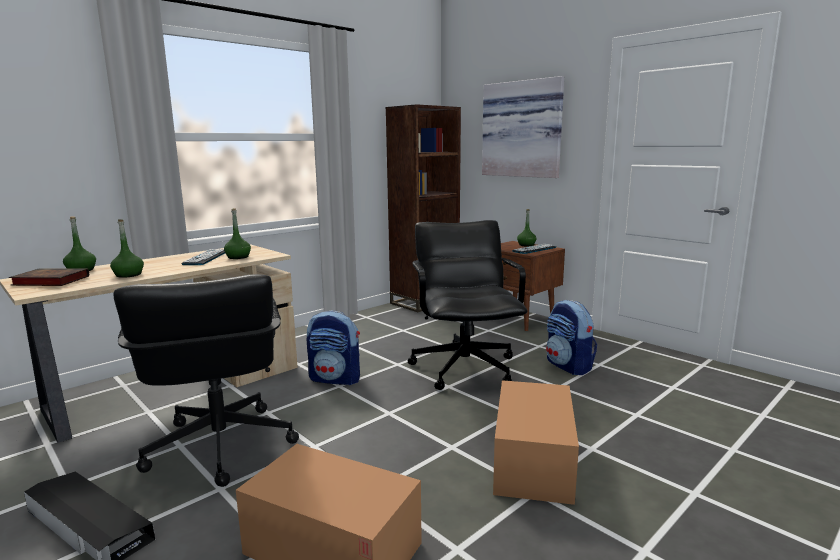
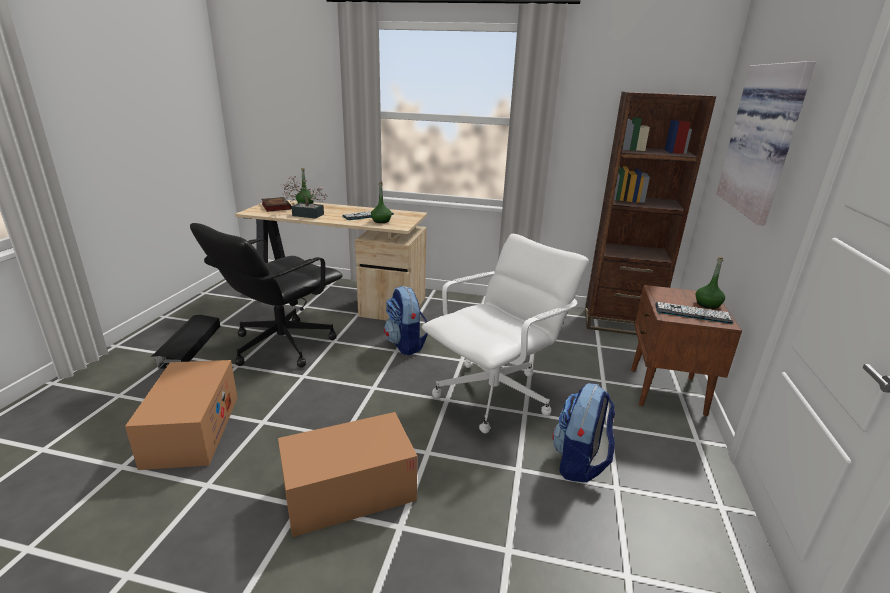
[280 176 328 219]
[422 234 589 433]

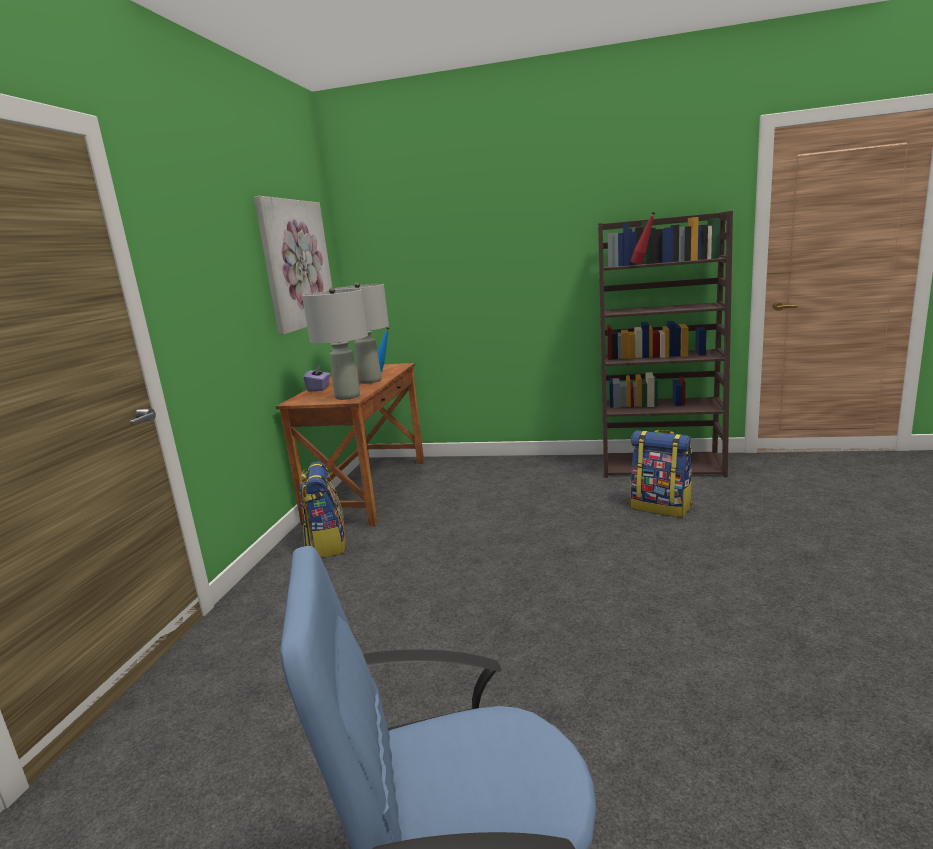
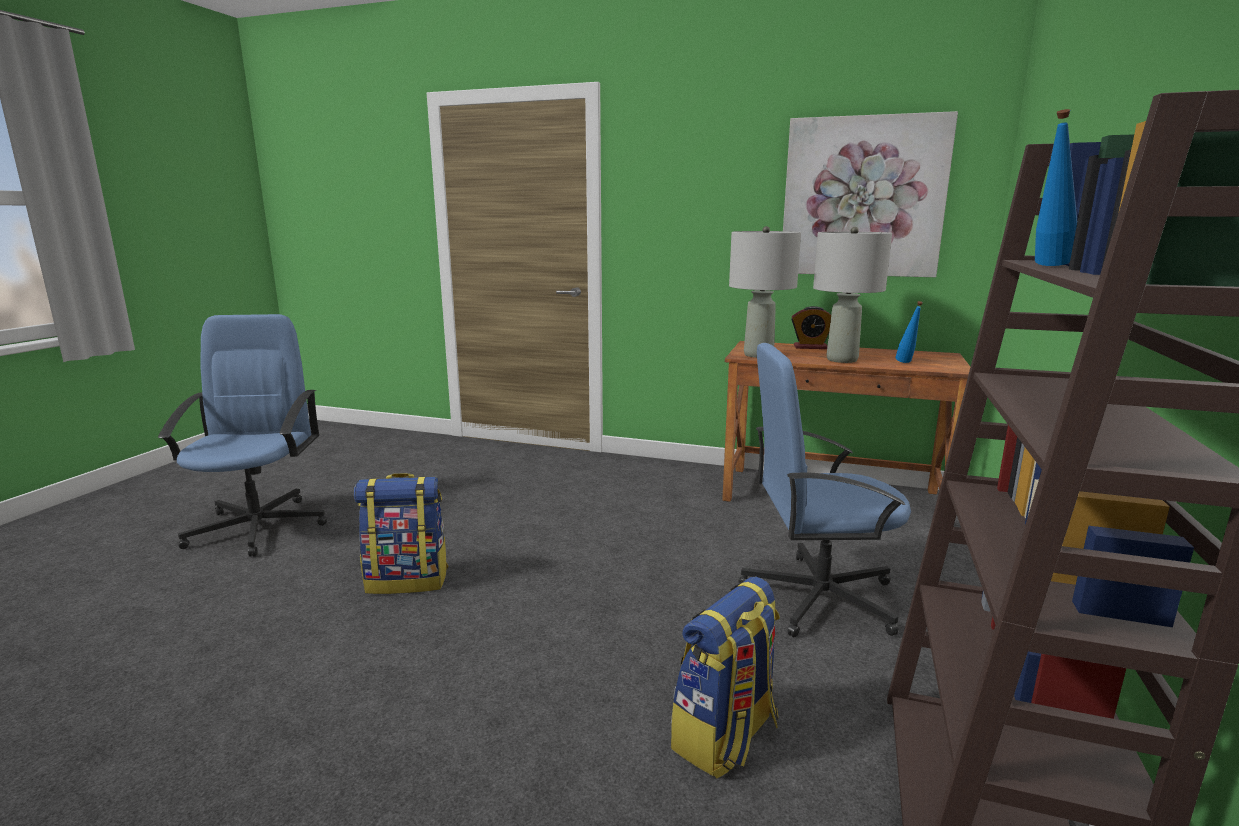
[1035 109 1077 266]
[791 306 831 349]
[354 473 448 594]
[738 343 911 637]

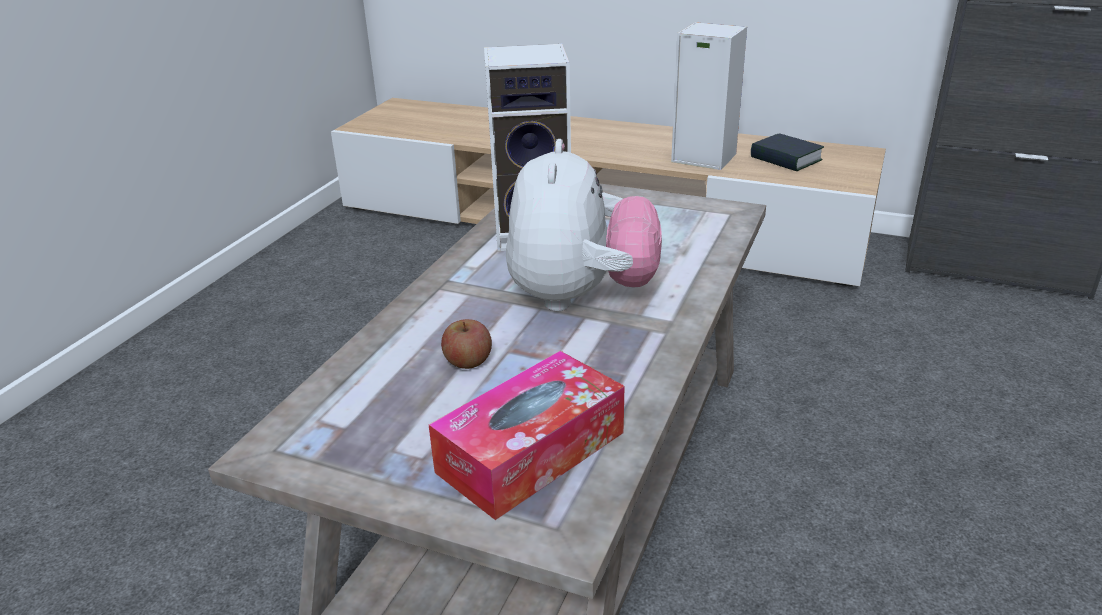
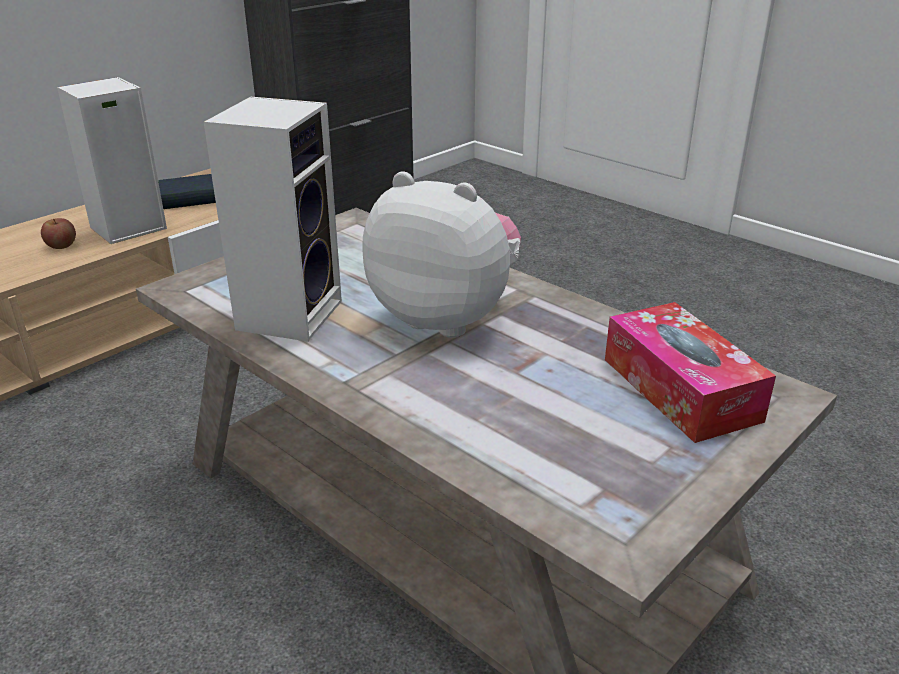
[41 218 76 249]

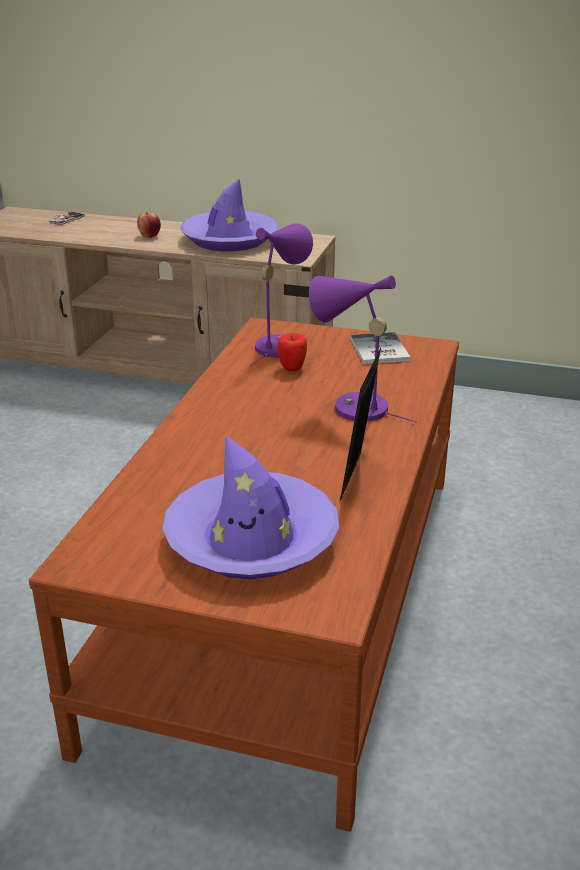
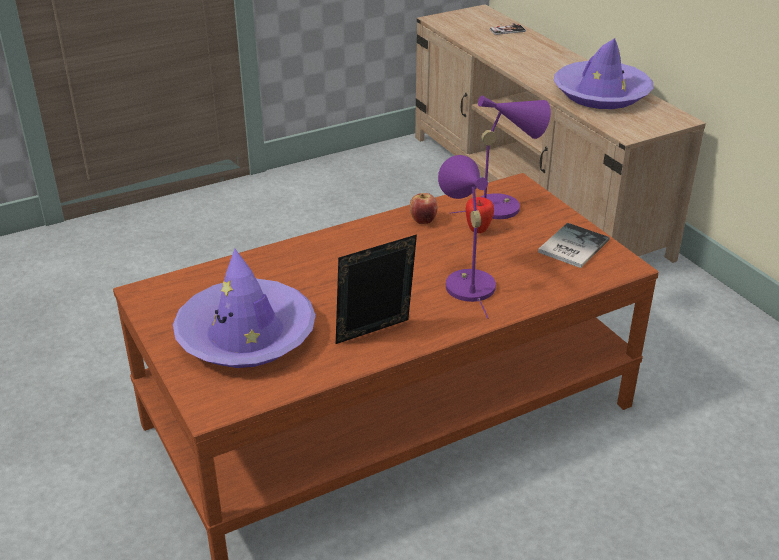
[410 193 438 224]

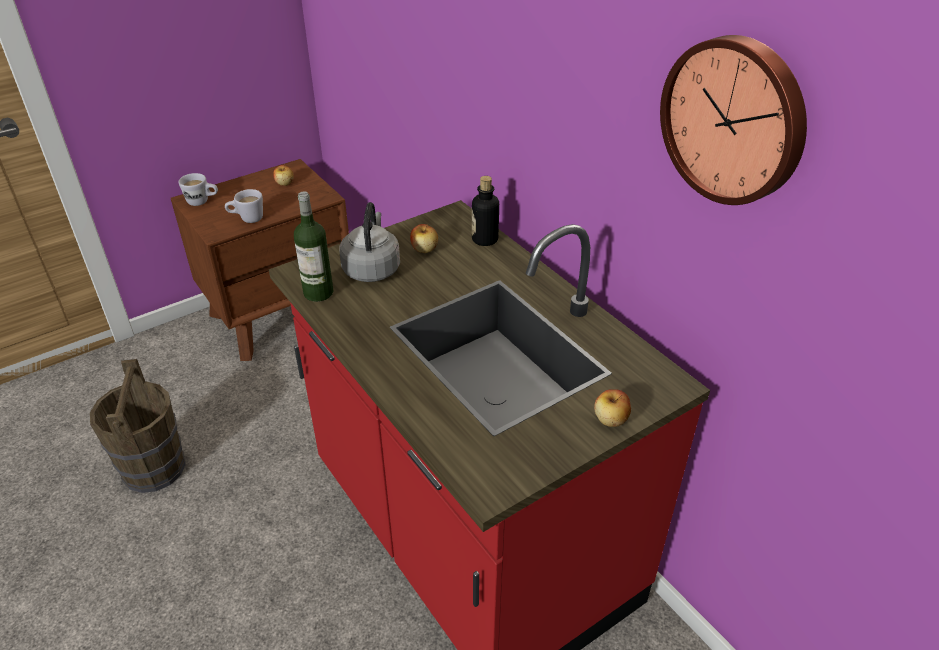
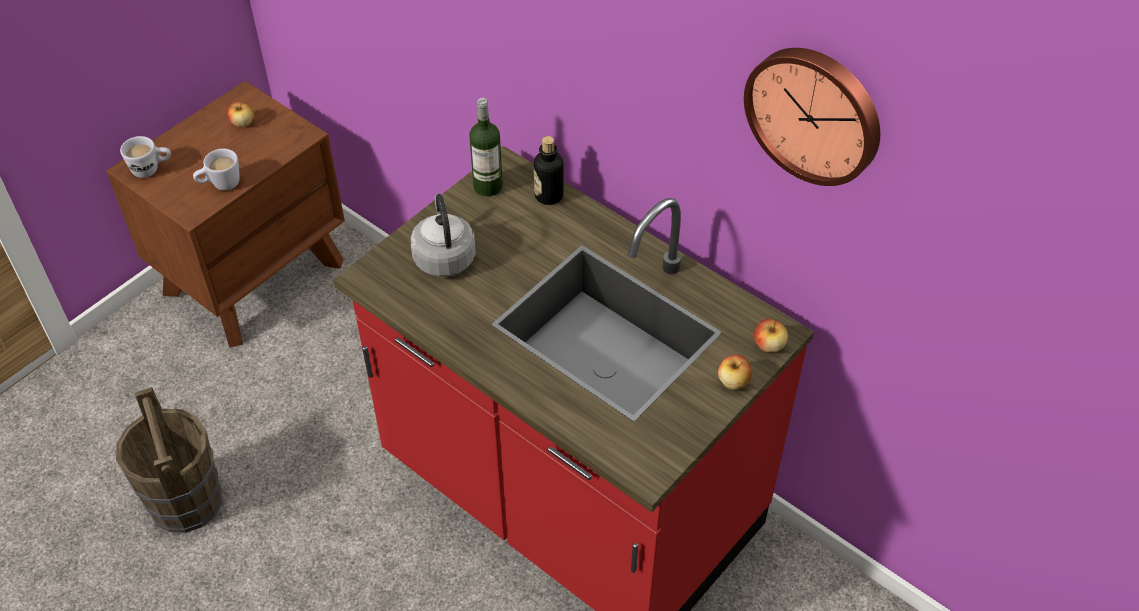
[469 98 503 196]
[754 319 788 352]

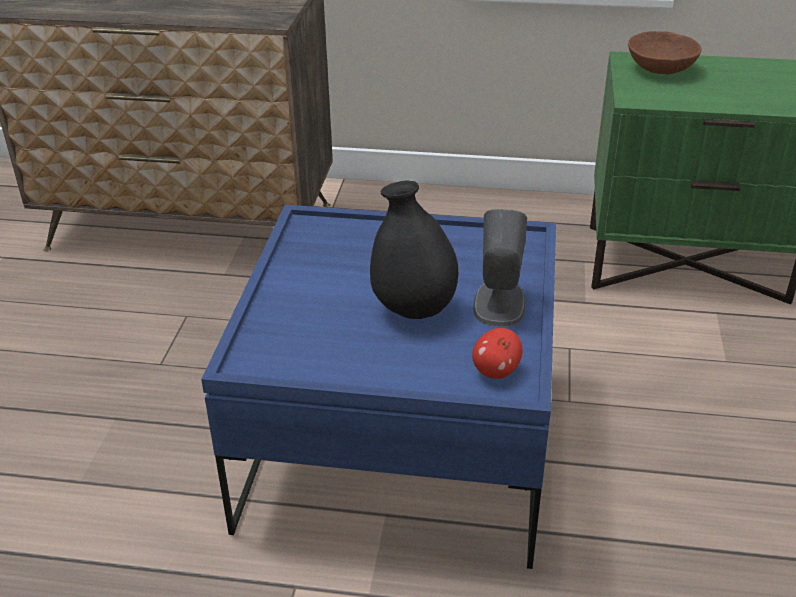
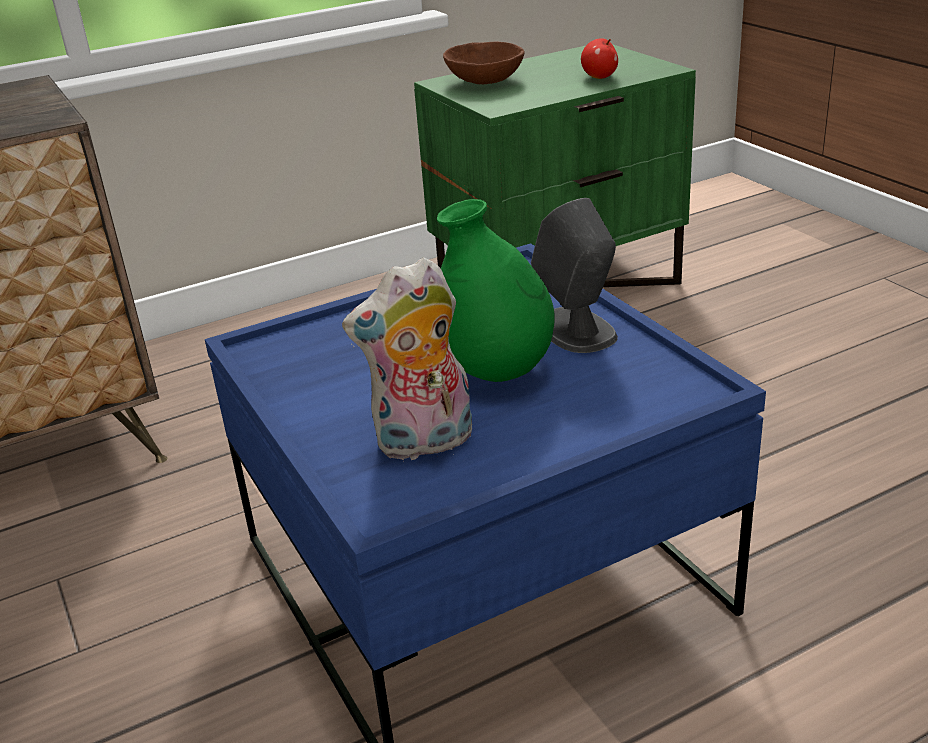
[437 199 555 382]
[581 38 618 79]
[342 257 472 462]

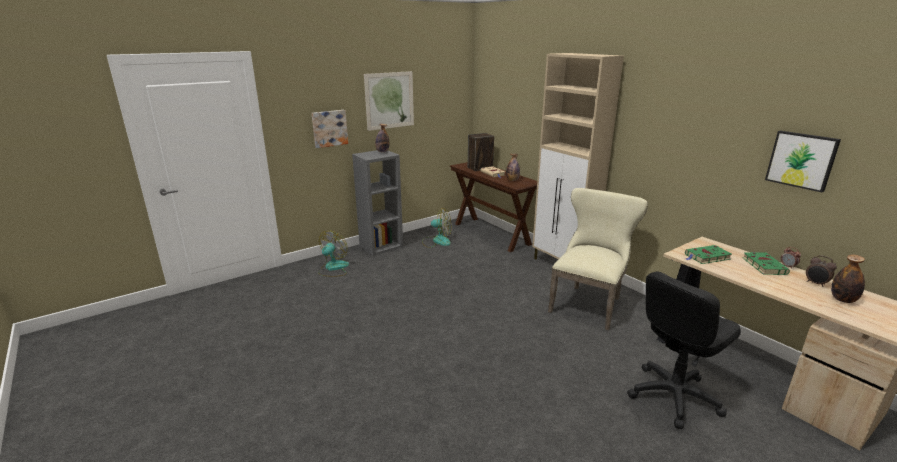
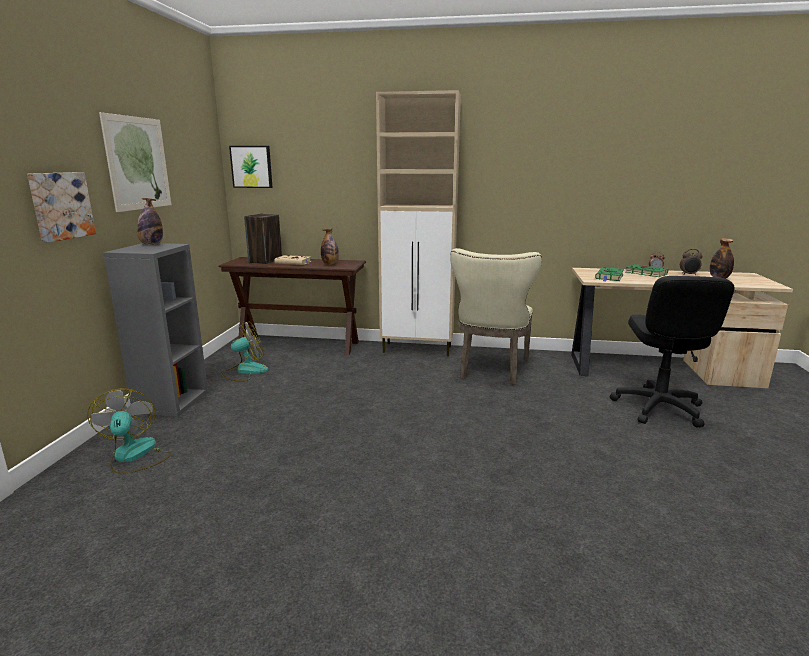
[229 146 273 188]
[450 248 542 385]

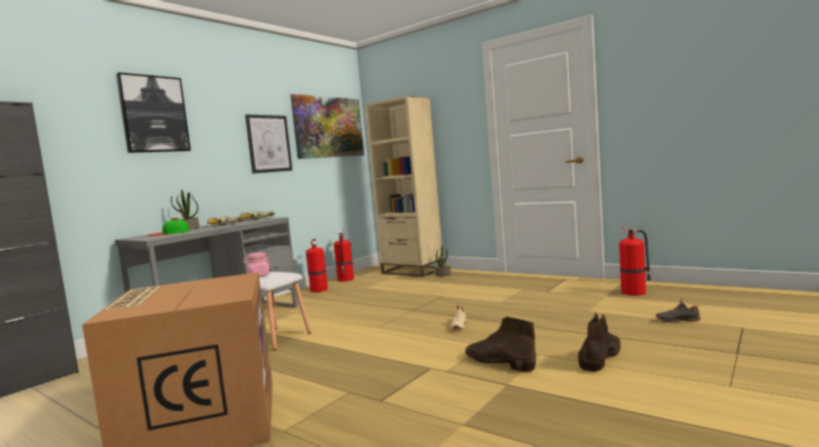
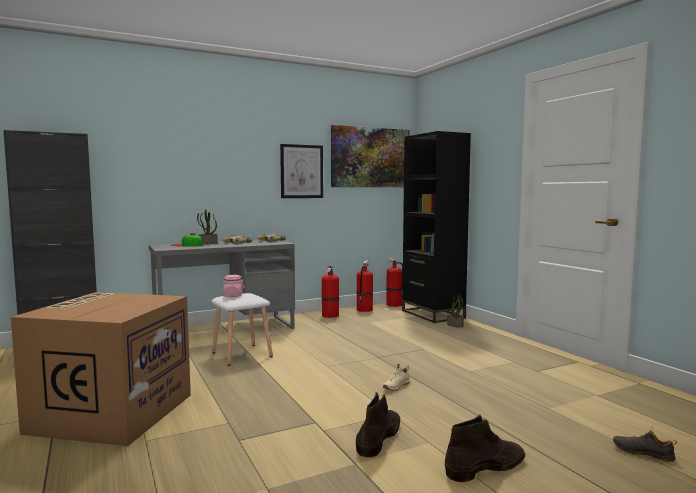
[116 72 191 153] (first image)
[402 131 471 323]
[386 258 403 307]
[356 392 400 457]

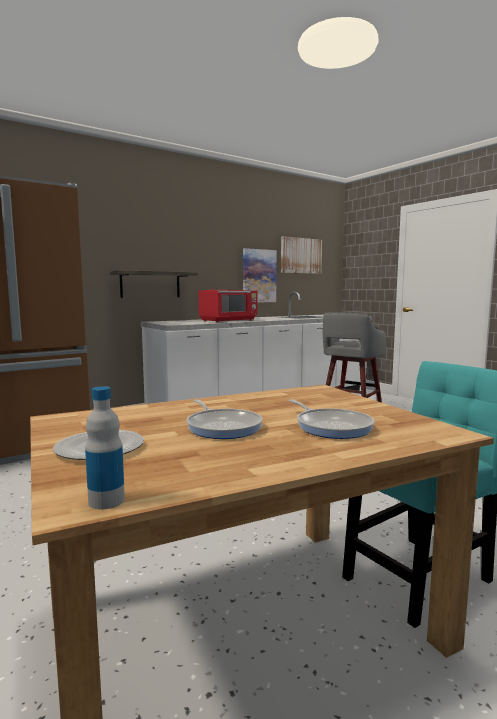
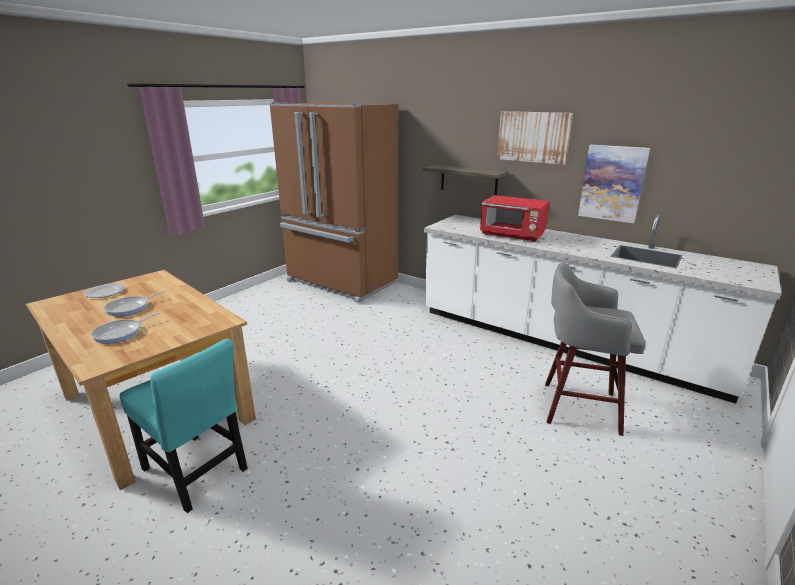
[497 111 573 165]
[85 386 125 509] (first image)

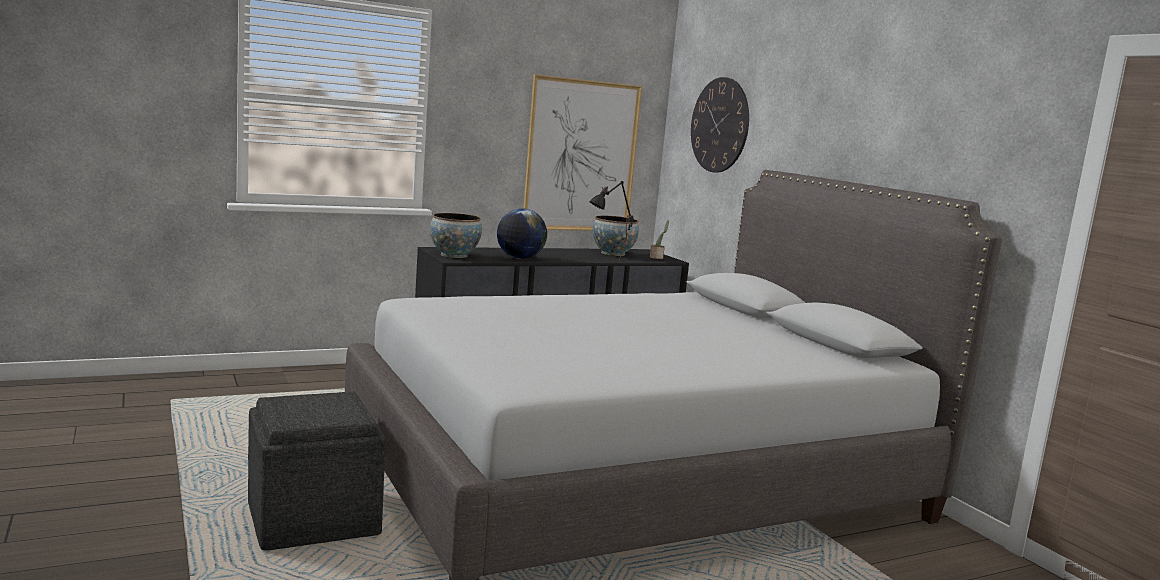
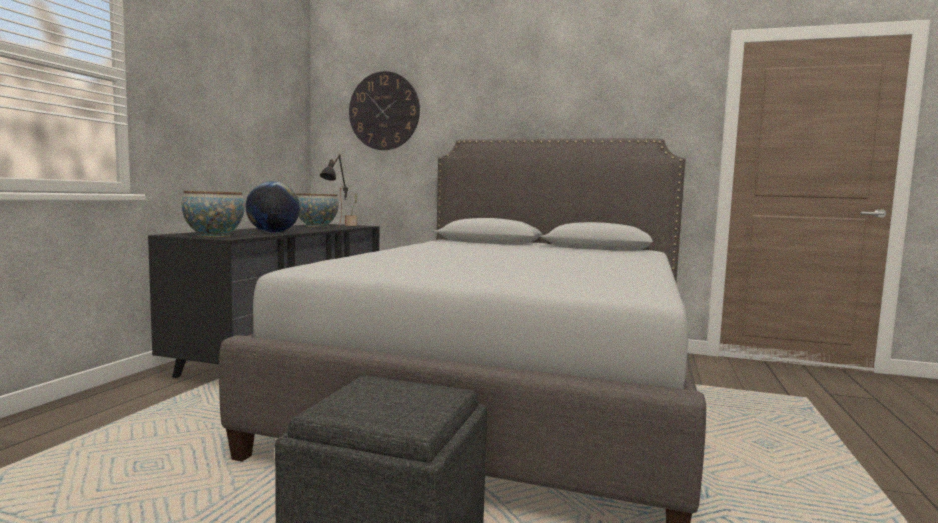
[523 74 642 231] (first image)

